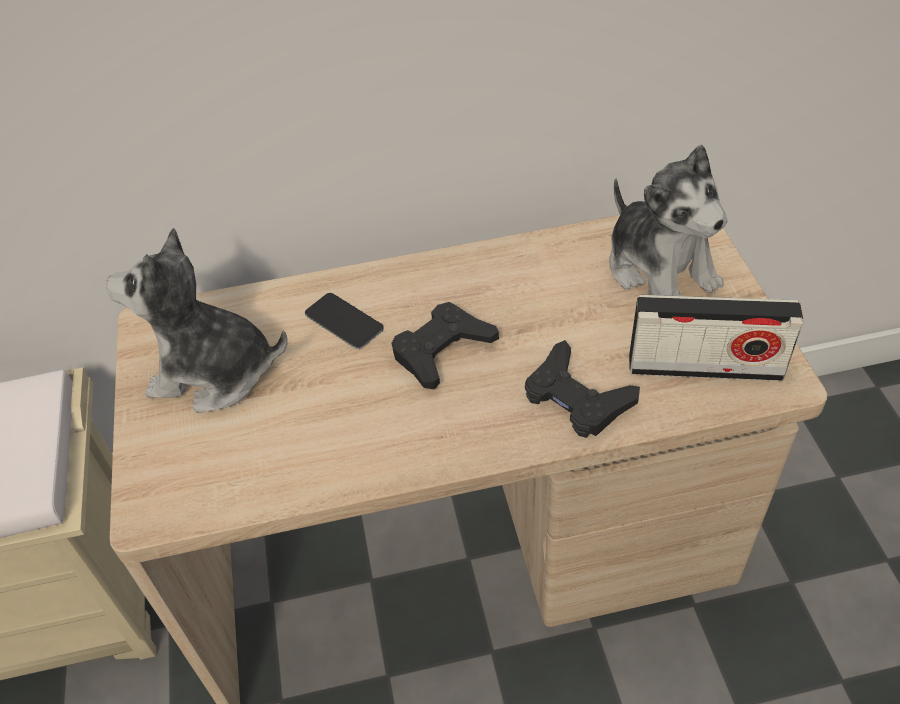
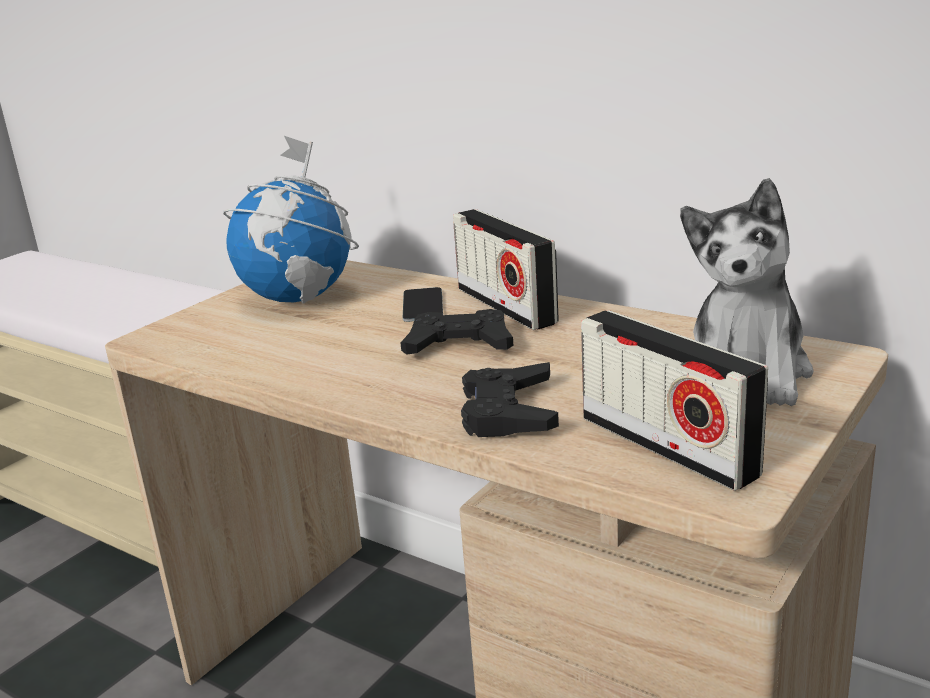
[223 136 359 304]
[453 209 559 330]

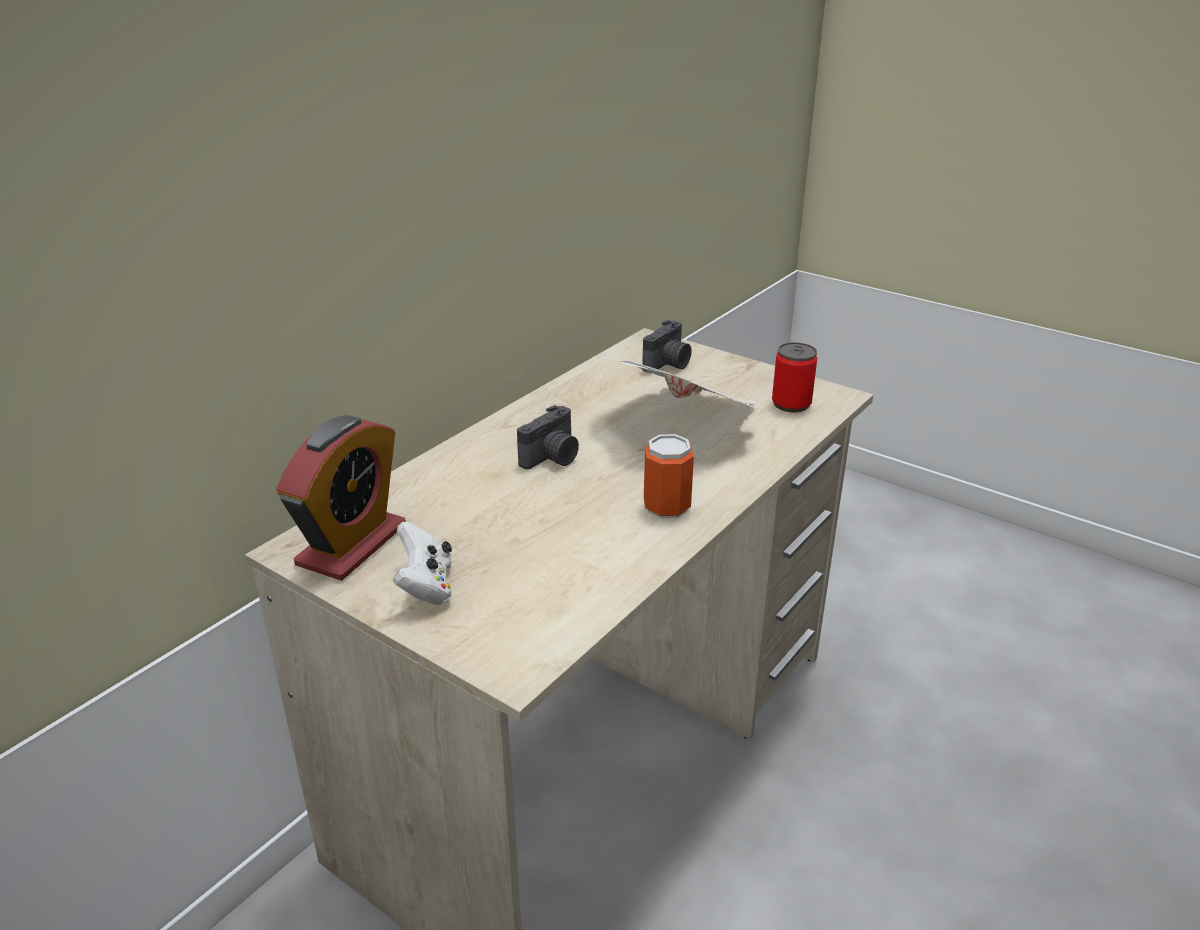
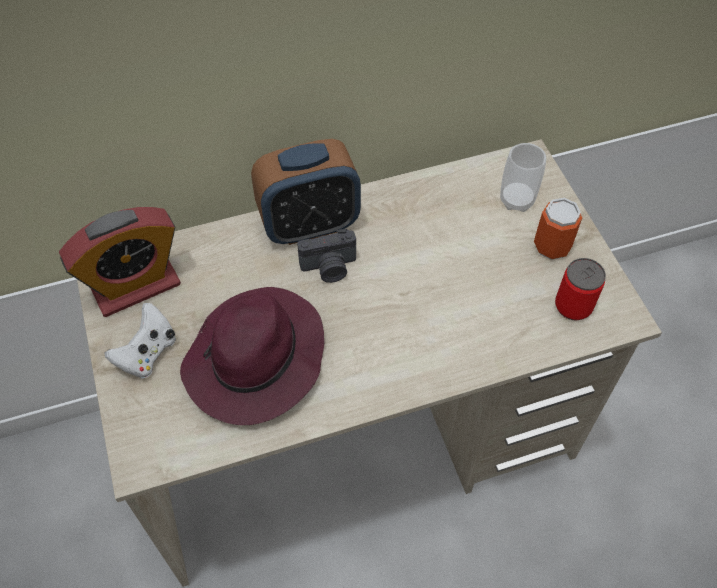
[500 143 546 212]
[597 355 759 409] (first image)
[534 198 582 260]
[251 139 361 245]
[180 287 325 425]

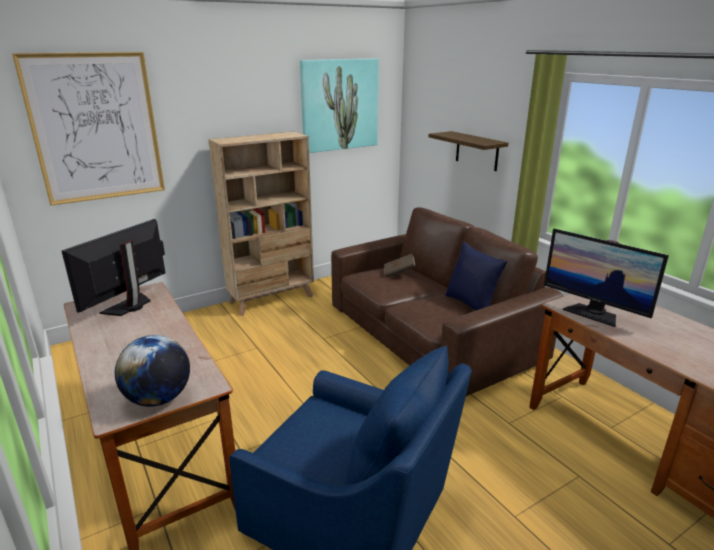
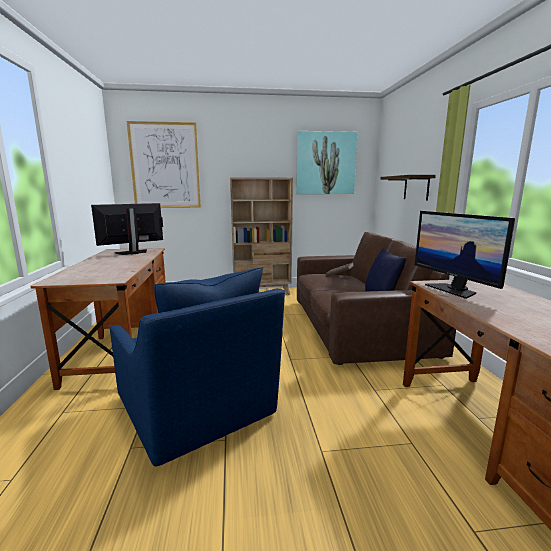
[115 335 190 407] (first image)

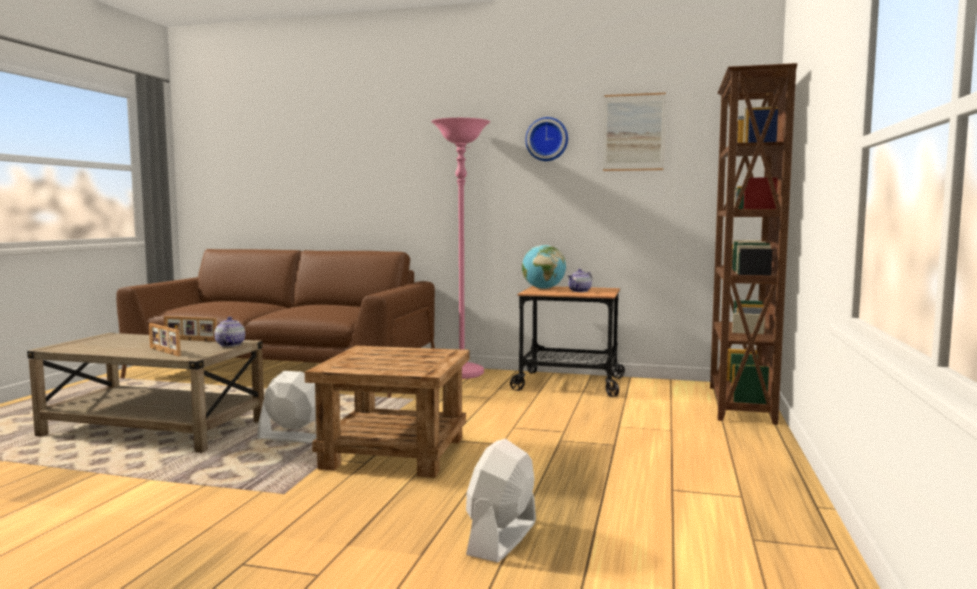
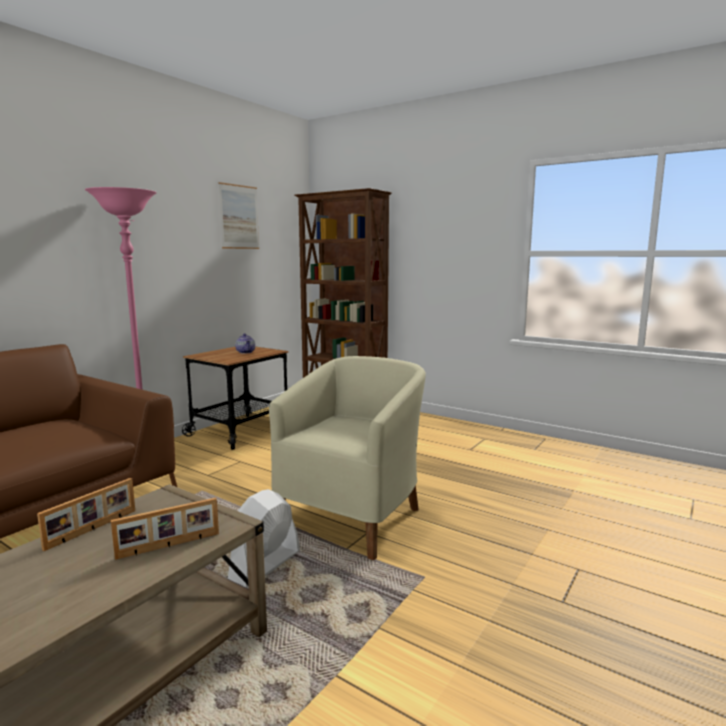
[525 117 568 161] (first image)
[522 245 566 289] (first image)
[214 317 245 347] (first image)
[269 356 426 560]
[466 439 536 563] (first image)

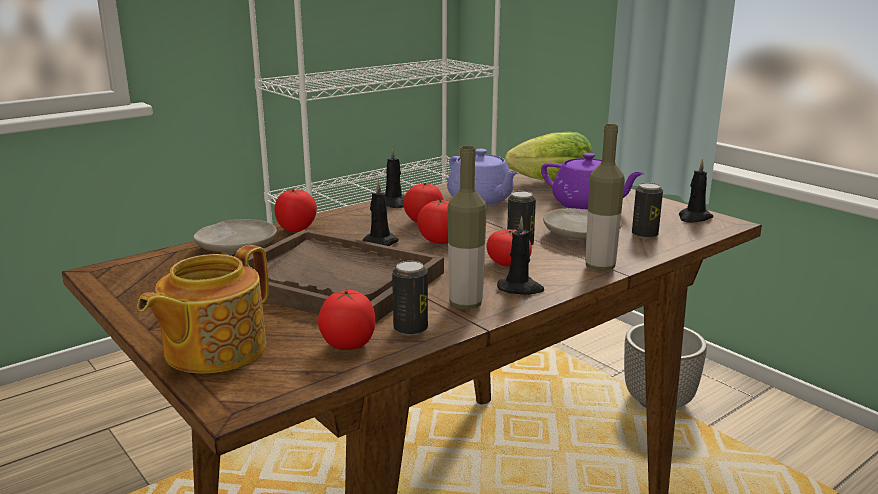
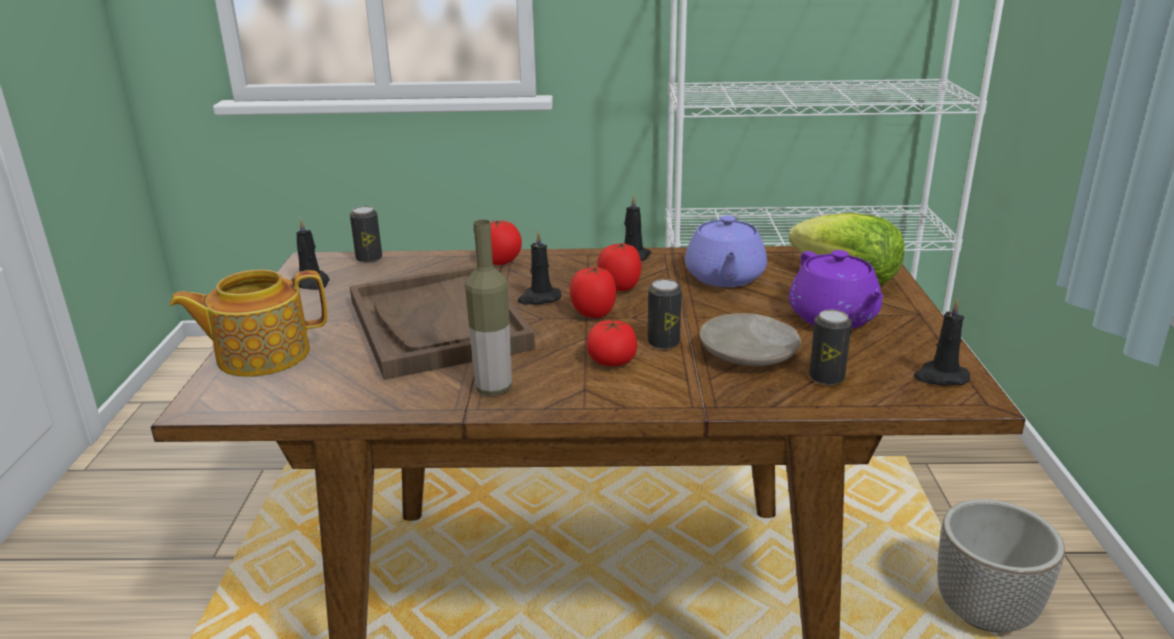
[585 124 625 271] (first image)
[291 218 330 290]
[193 219 277 255] (first image)
[350 206 382 263]
[318 288 375 350] (first image)

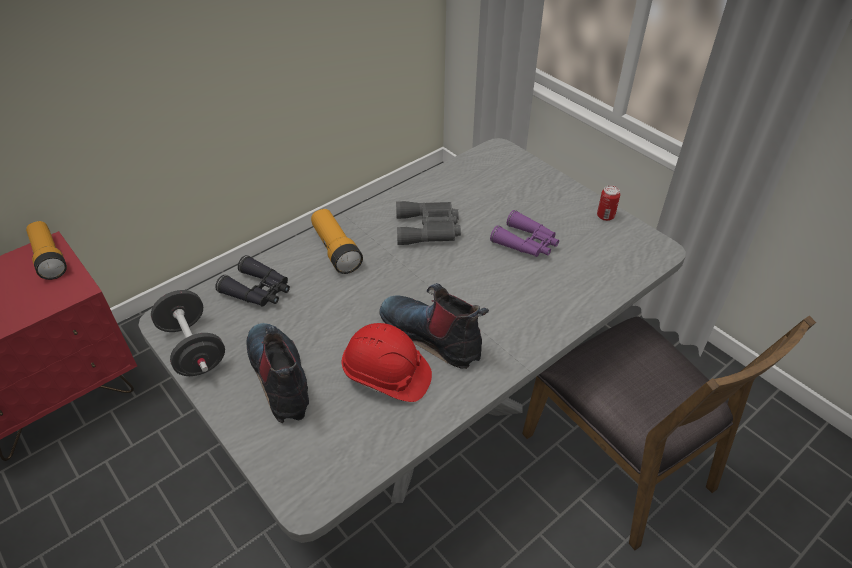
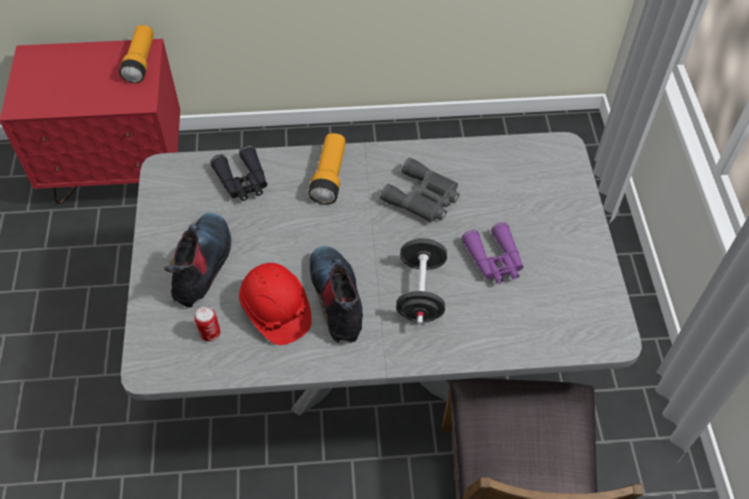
[194 306 220 341]
[396 238 447 325]

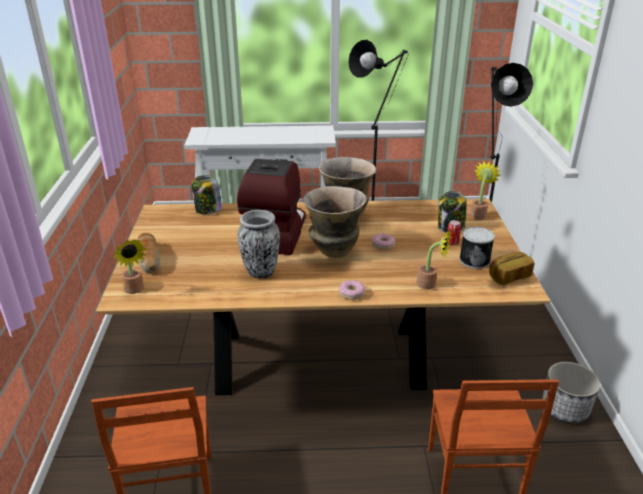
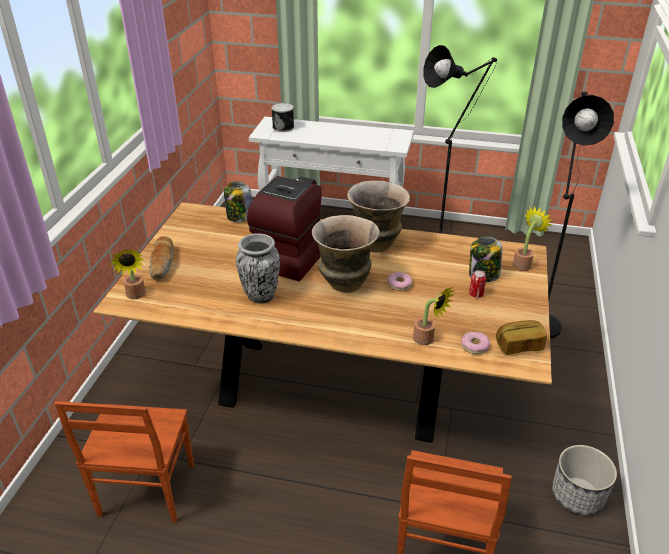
[271 103 294 132]
[461 332 490 354]

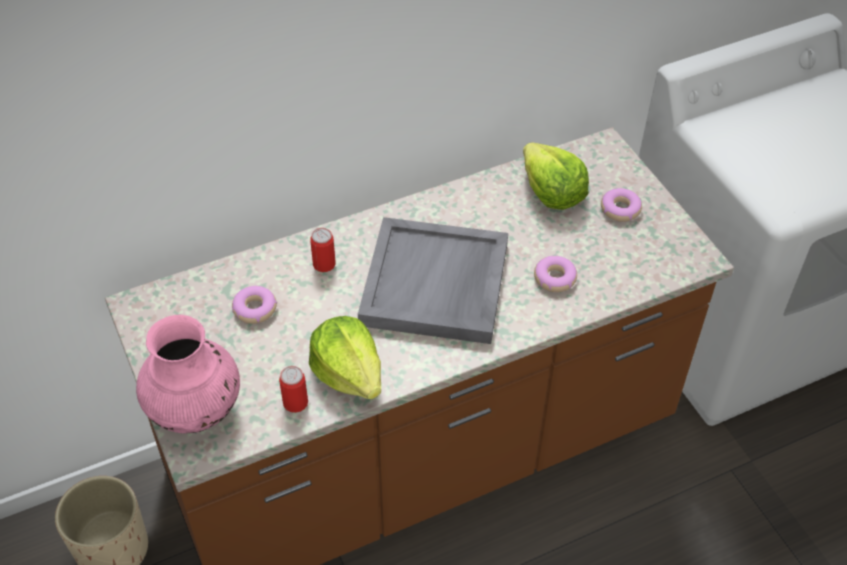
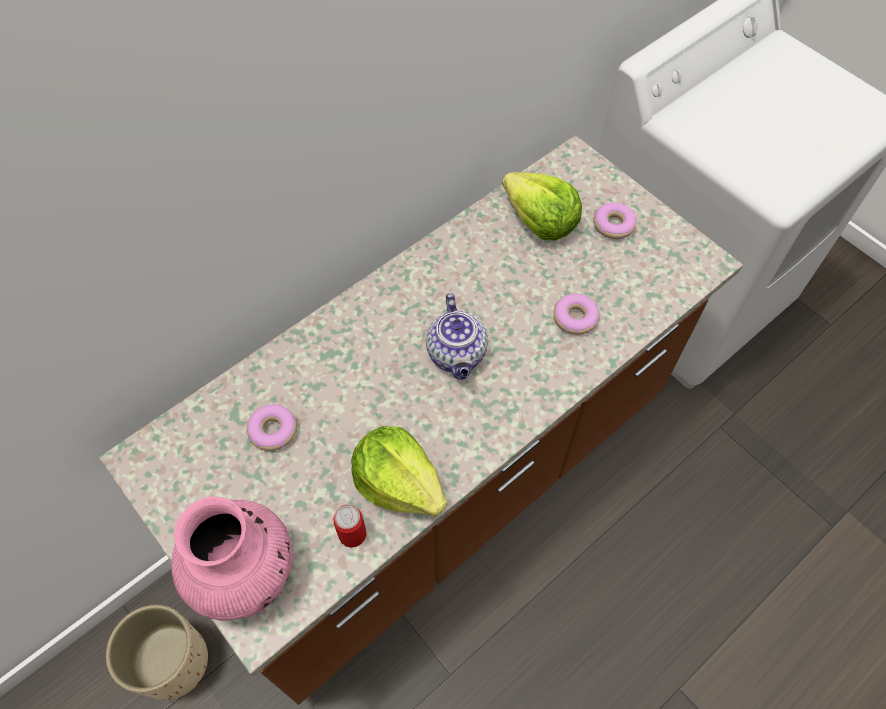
[426 293 488 380]
[310 228 336 272] (first image)

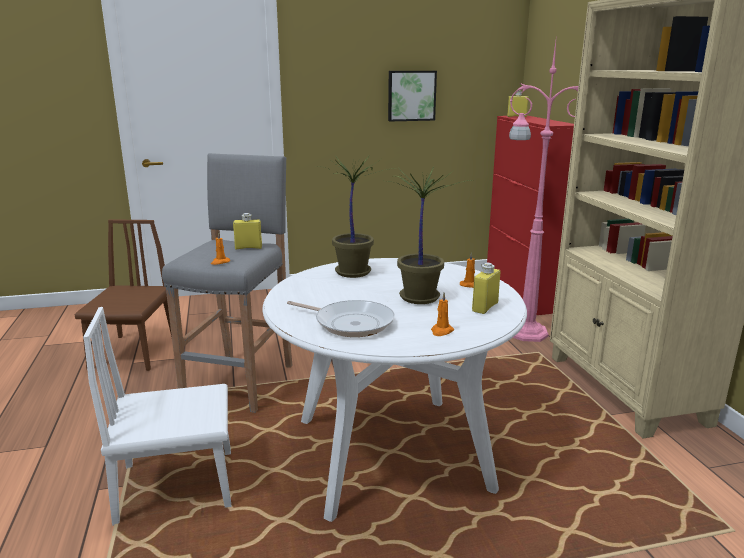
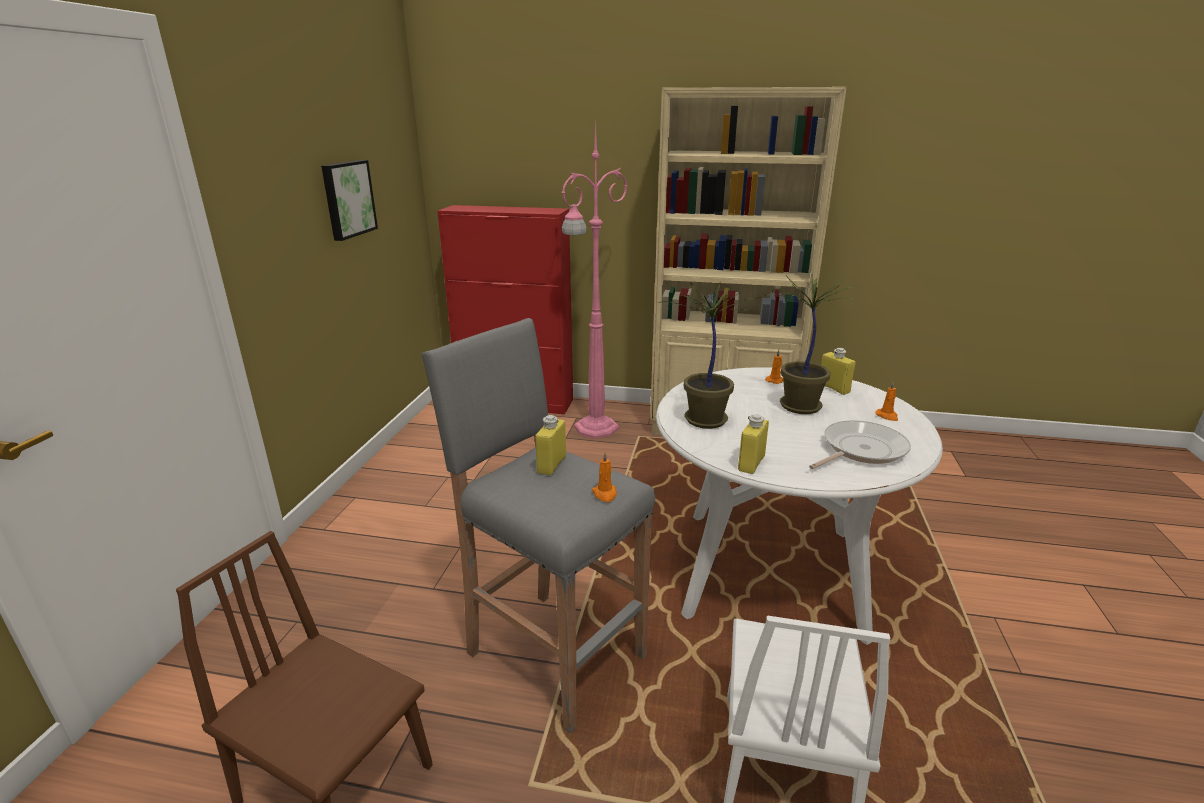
[738 414 769 474]

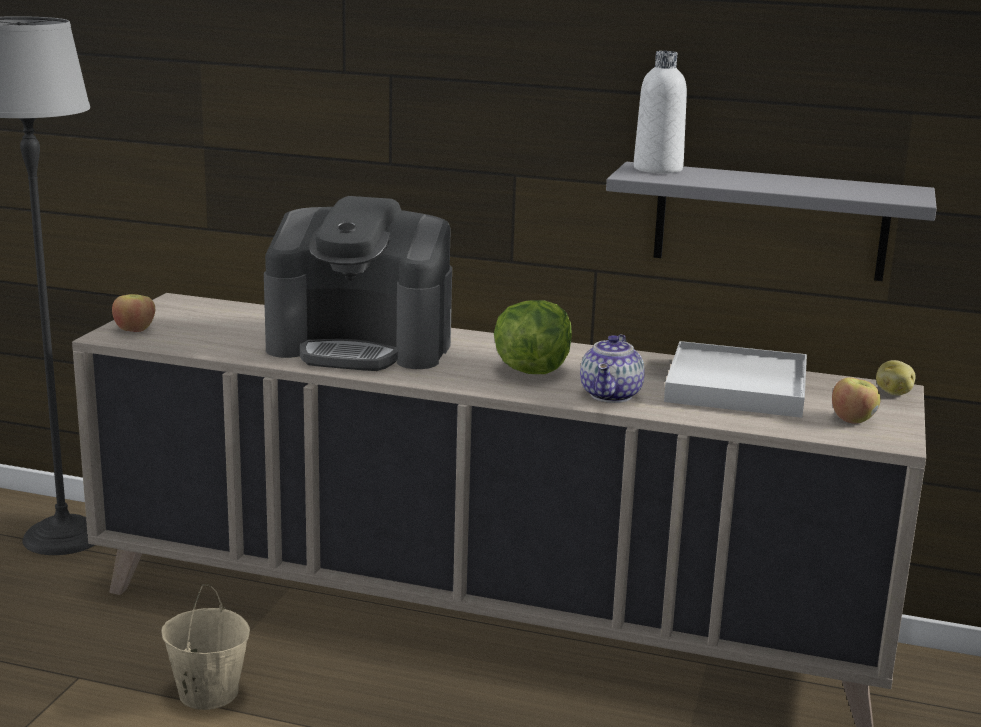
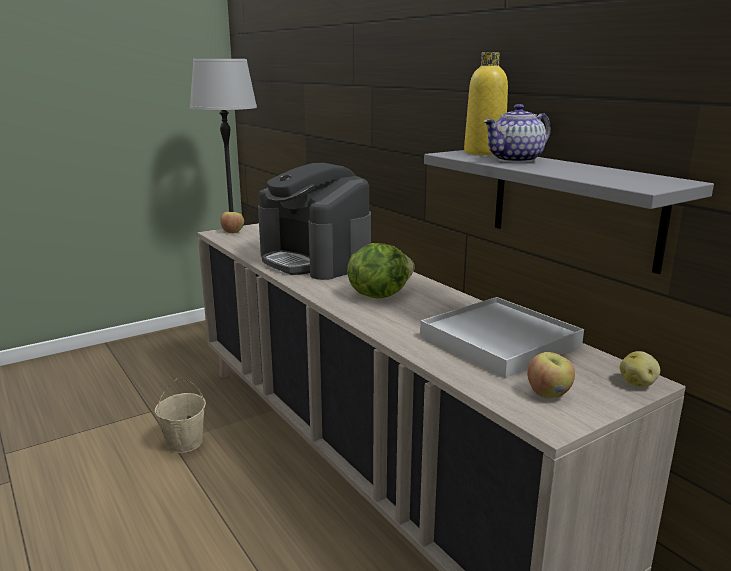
[464 52 508 155]
[483 104 551 163]

